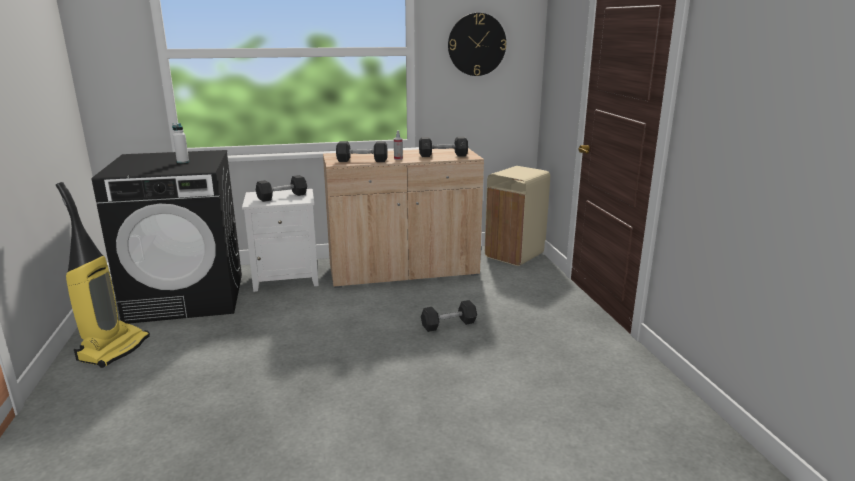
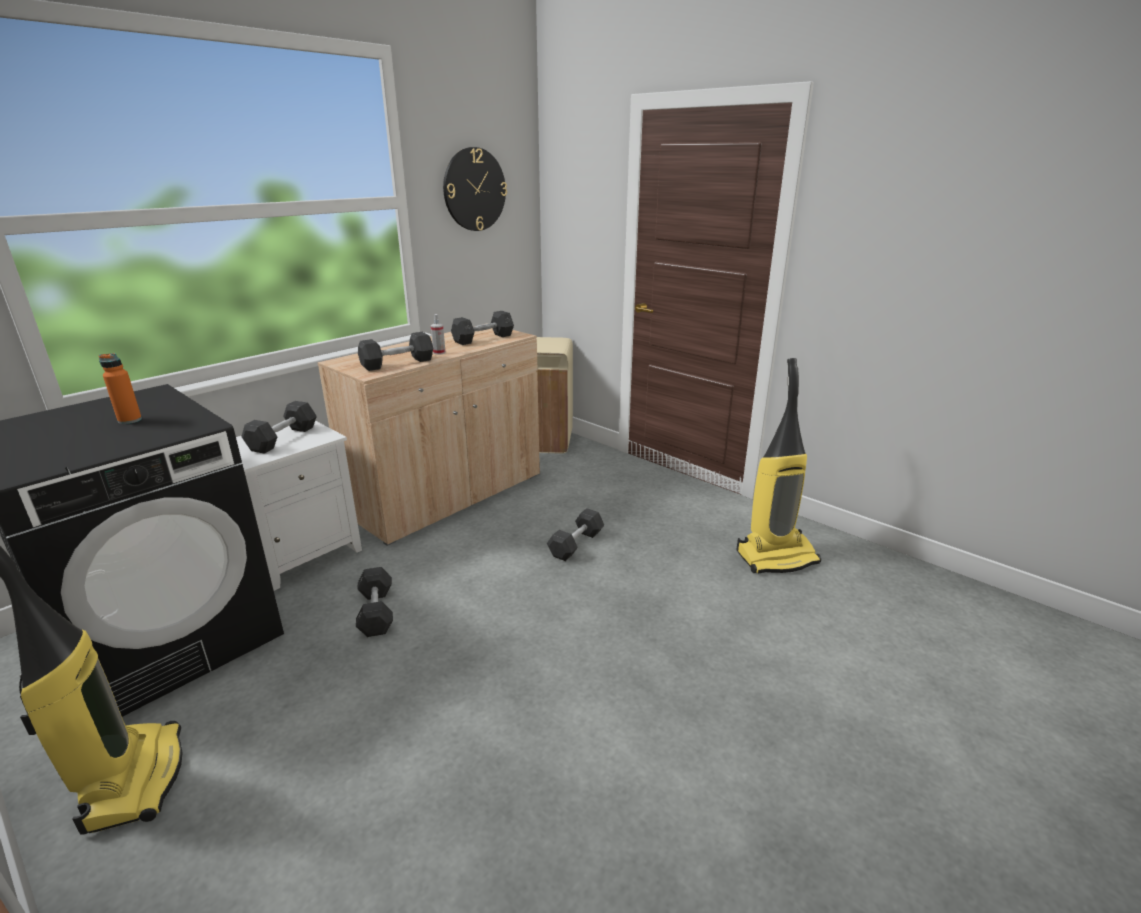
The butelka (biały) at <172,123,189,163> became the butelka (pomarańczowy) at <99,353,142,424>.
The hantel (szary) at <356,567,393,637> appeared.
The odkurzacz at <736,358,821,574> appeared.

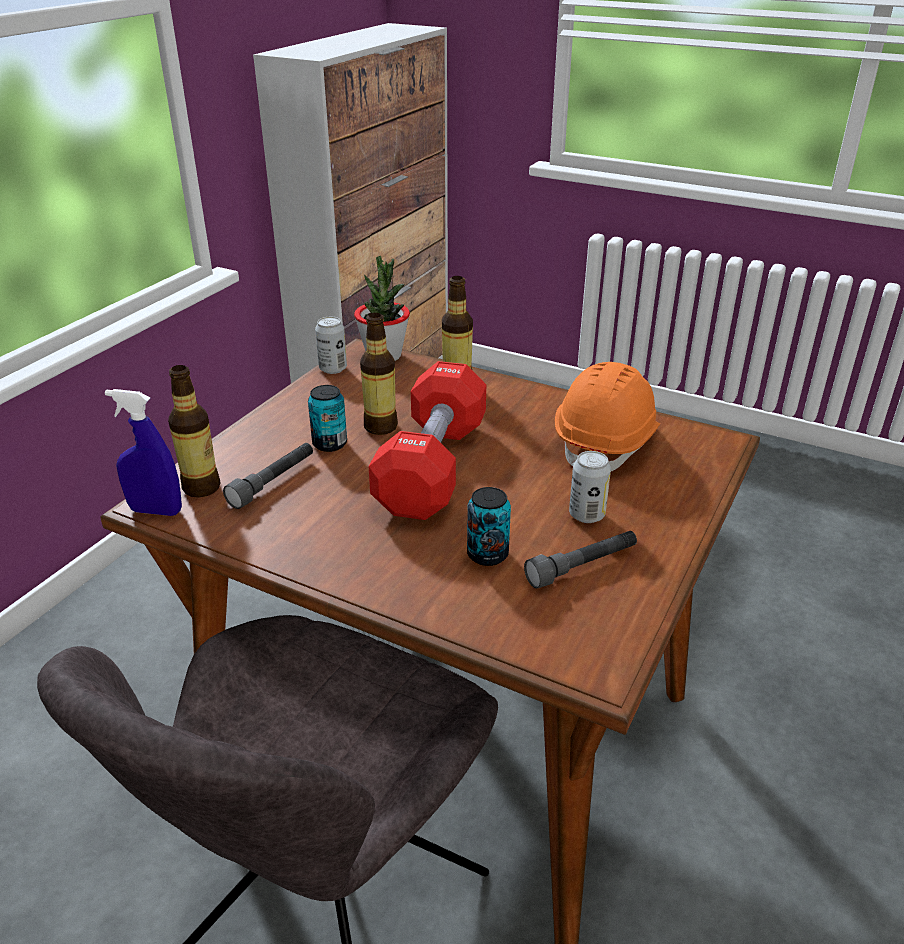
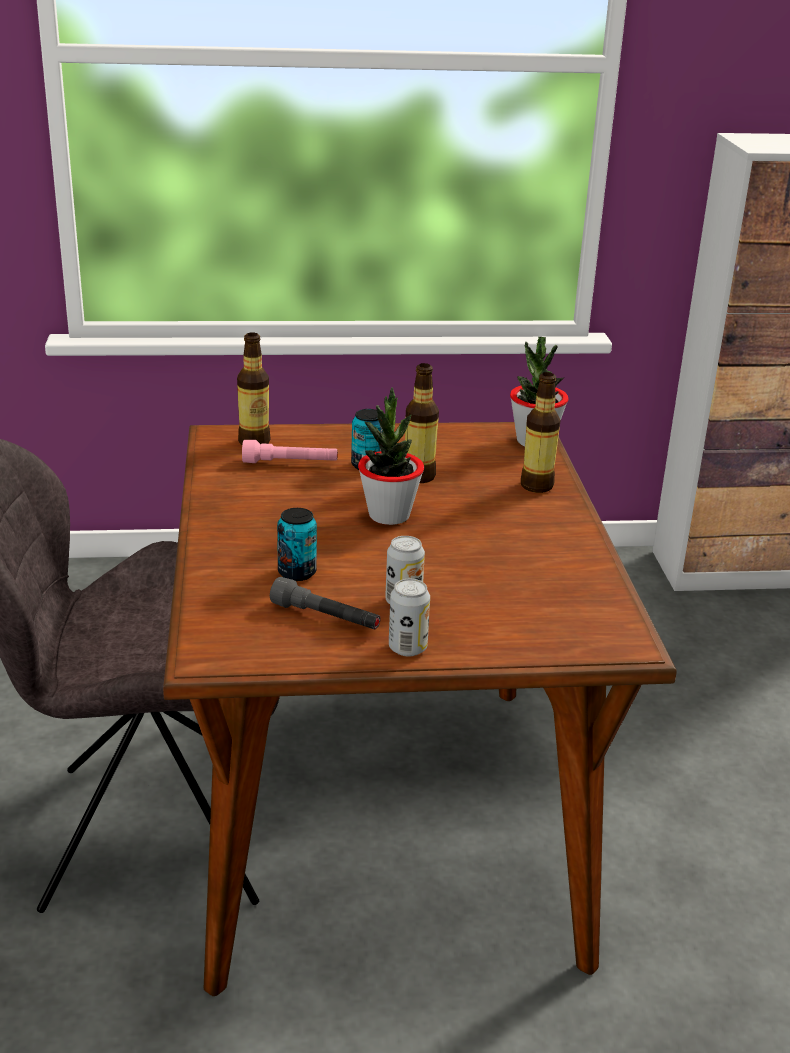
The latarka (szary) at <223,443,313,509> became the latarka (różowy) at <242,440,338,463>.
The hantel (czerwony) at <369,361,486,520> was replaced by the roślina doniczkowa at <358,387,424,525>.
The puszka moved from <315,317,347,374> to <389,578,430,657>.
The spryskiwacz (niebieski) at <105,389,182,516> disappeared.
The kask (pomarańczowy) at <555,362,660,471> disappeared.

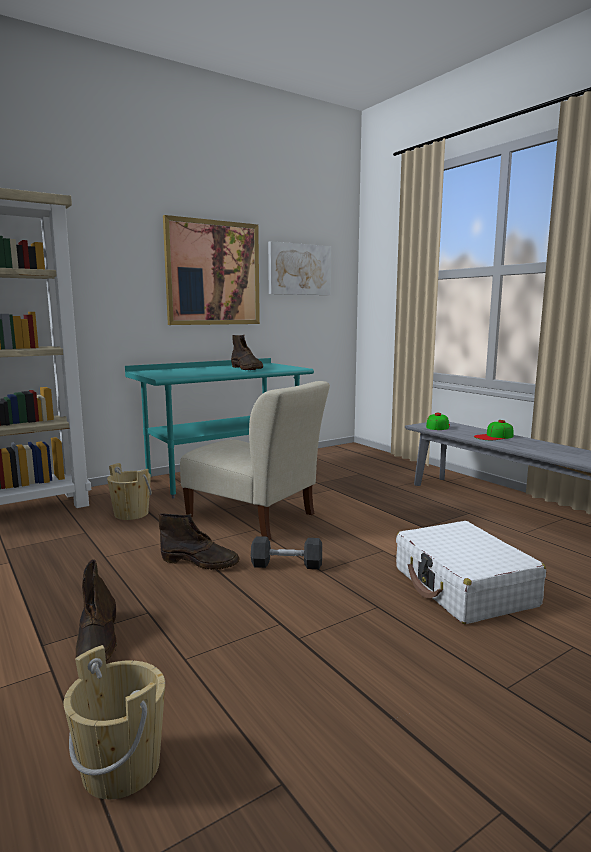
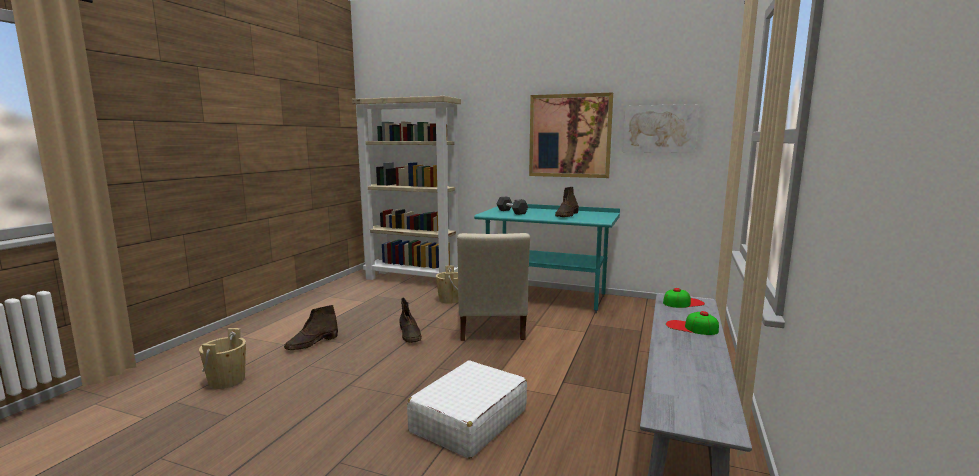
The hantel (czarny) moved from <251,536,322,569> to <497,197,528,215>.

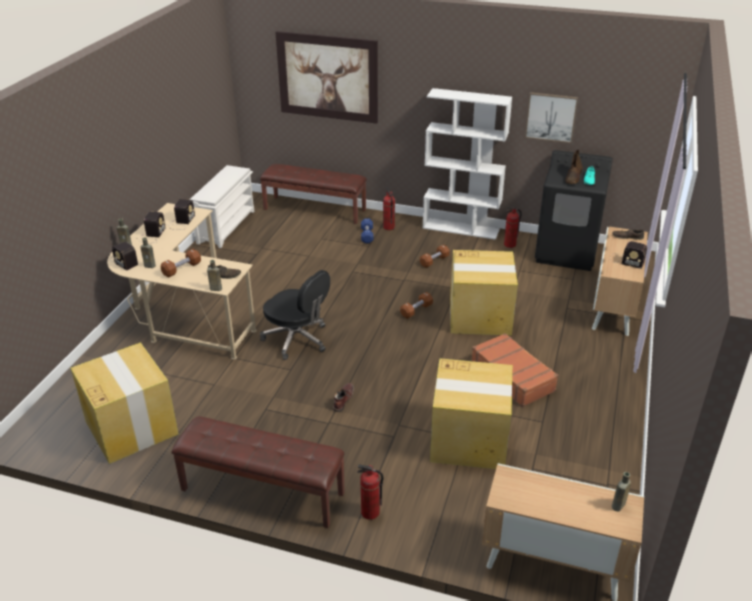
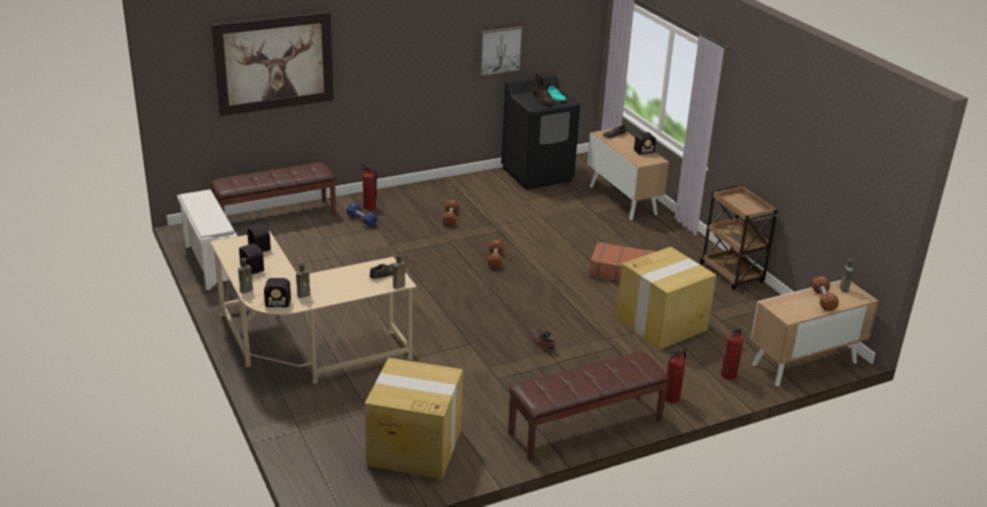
The wózek (brązowy) at <699,185,779,290> appeared.
The gaśnica moved from <504,207,522,248> to <721,328,743,380>.
The hantel (brązowy) moved from <161,249,201,278> to <811,276,839,311>.
The krzesło biurowe (czarny) at <260,270,330,360> disappeared.
The regał (biały) at <423,88,512,240> disappeared.
The karton at <450,250,518,335> disappeared.

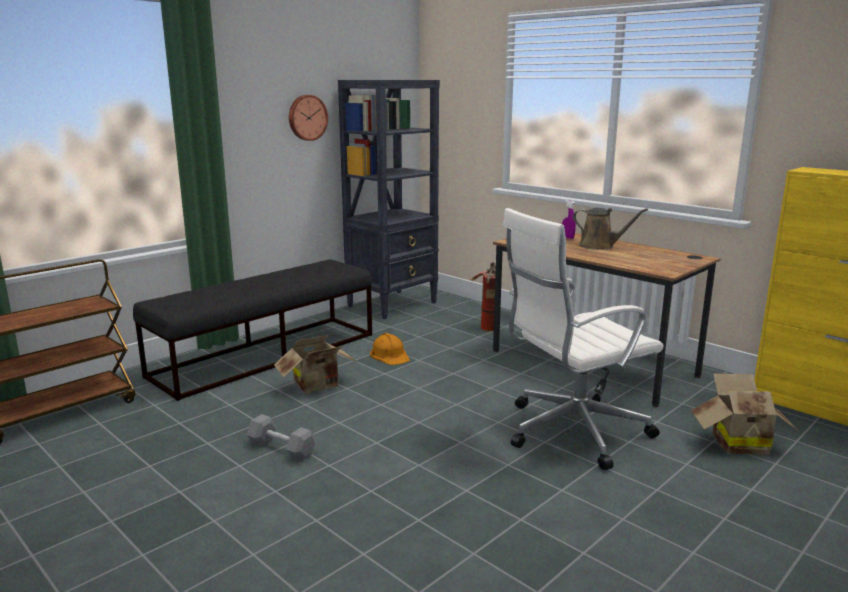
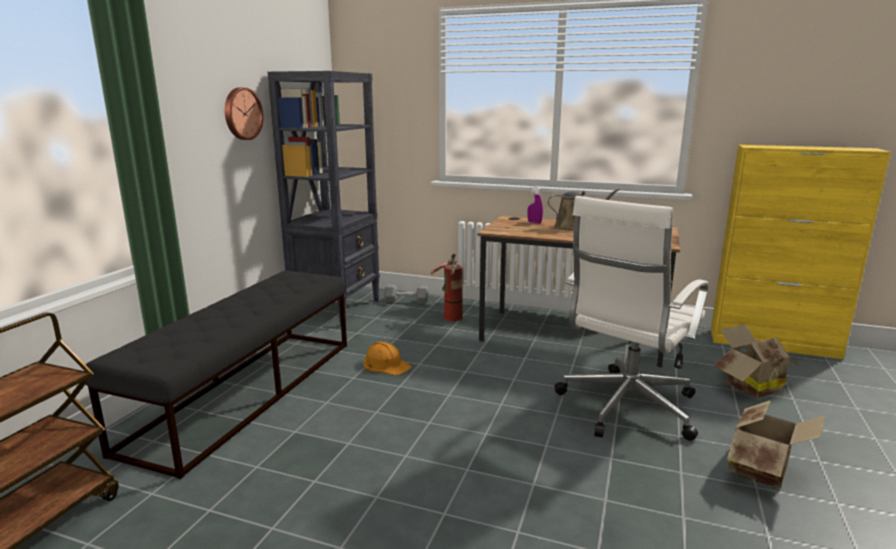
The hantel (szary) moved from <247,414,316,461> to <384,284,429,304>.
The karton moved from <274,335,356,393> to <727,400,825,488>.

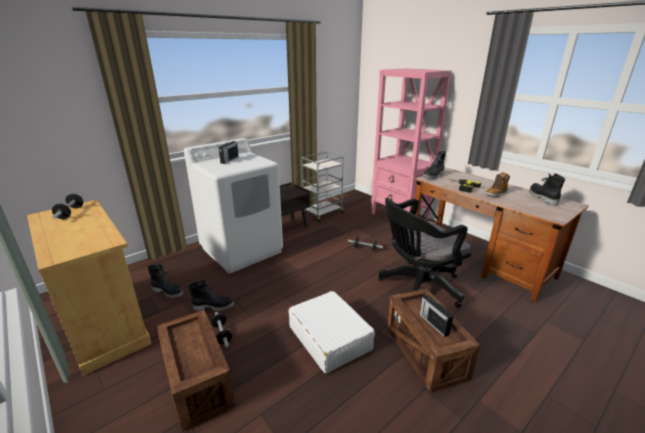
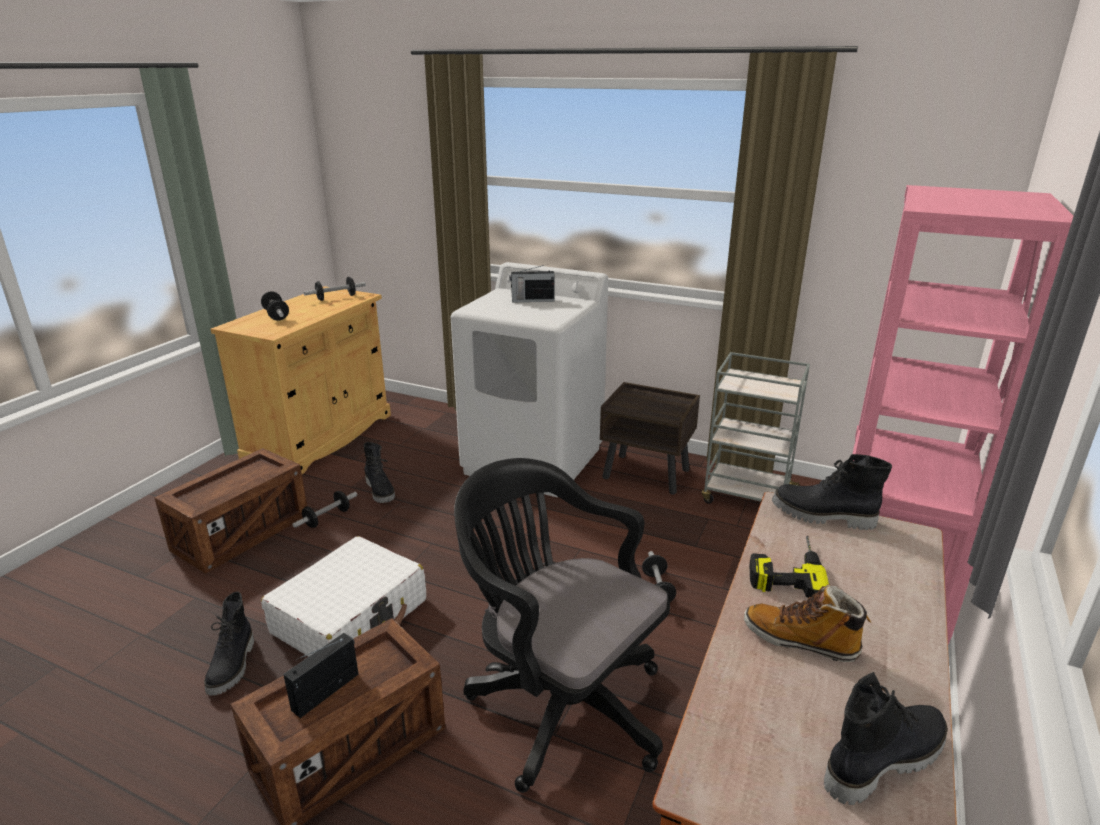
The but z cholewką (czarny) moved from <147,265,184,298> to <204,592,254,696>.
The hantel at <261,291,289,320> appeared.

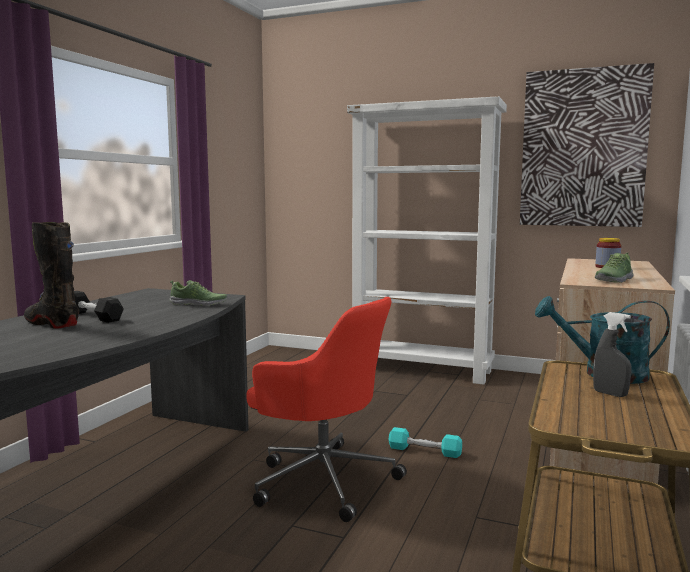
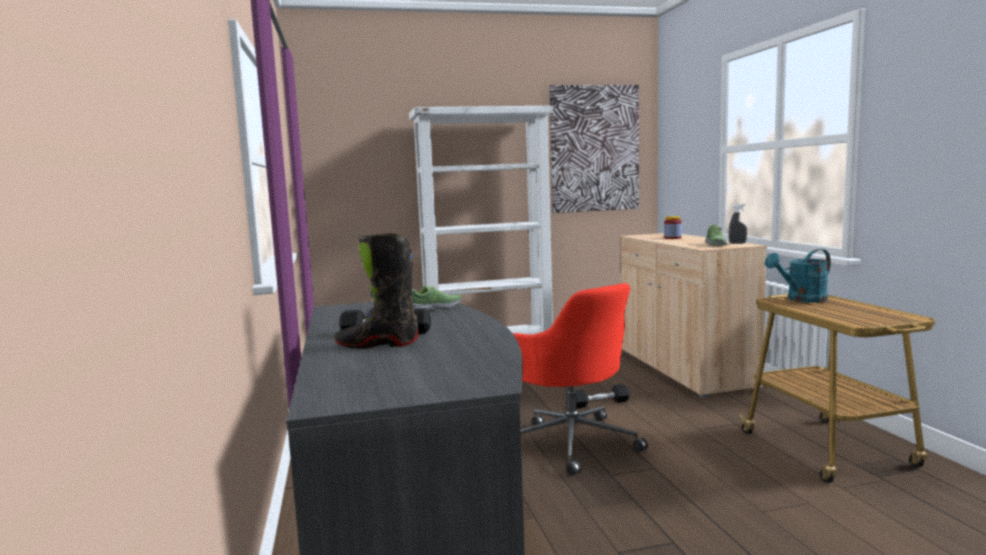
The krzesło biurowe (czerwony) at <246,297,407,522> turned 60 degrees clockwise.
The hantel (turkusowy) at <388,427,462,458> became the hantel (czarny) at <575,384,630,409>.
The spryskiwacz (szary) moved from <593,312,632,397> to <729,204,747,244>.

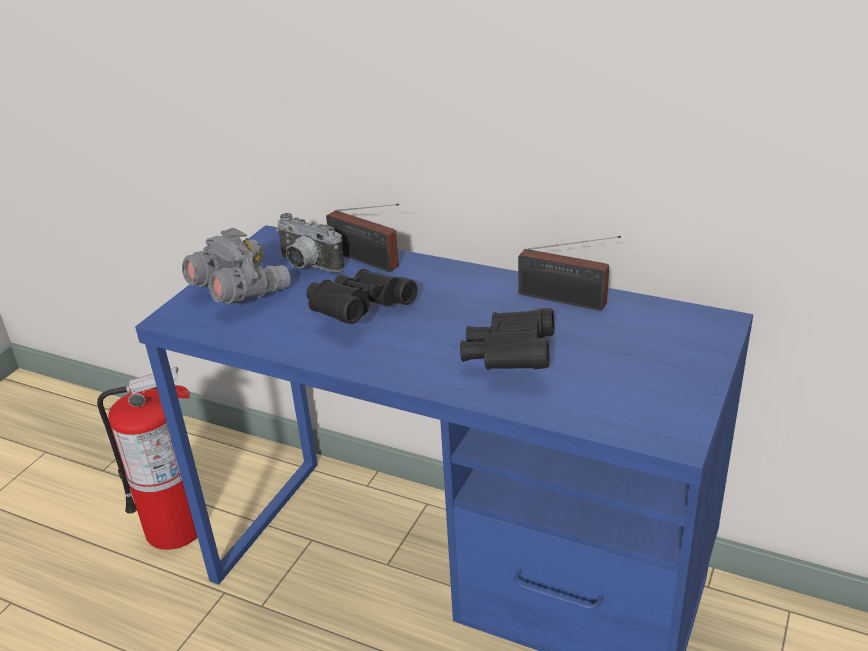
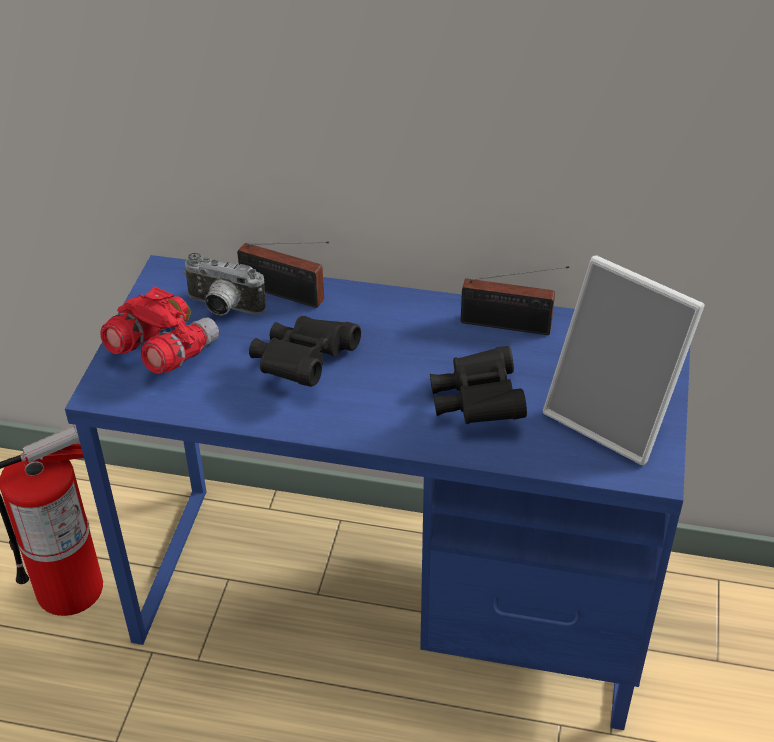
The lornetka (szary) at <182,228,291,304> became the lornetka (czerwony) at <100,286,219,374>.
The ramka na zdjęcie at <543,255,705,465> appeared.

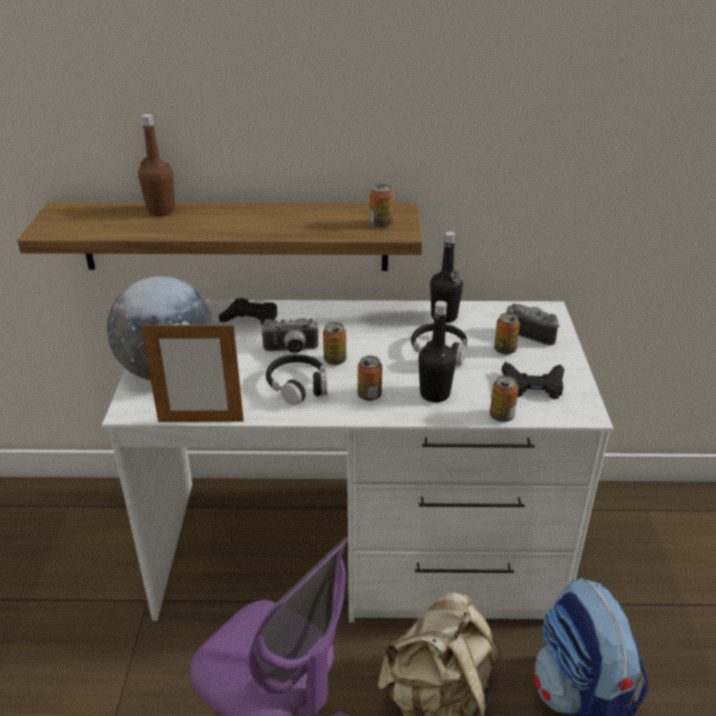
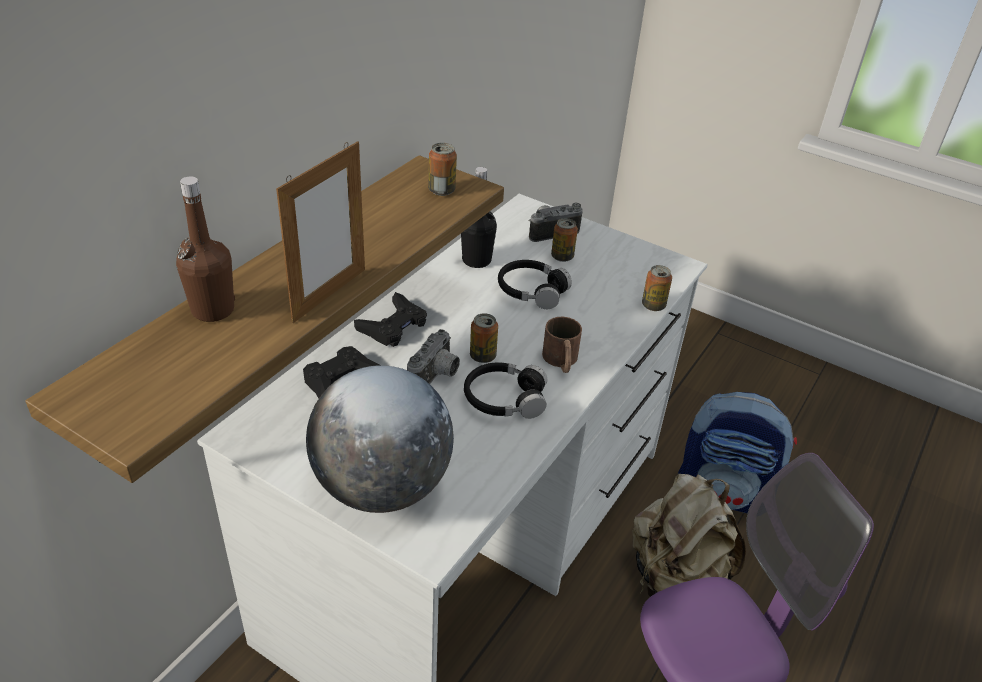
The ramka na zdjęcie moved from <141,321,244,422> to <276,141,365,323>.
The pad do gier (czarny) moved from <502,362,564,399> to <354,292,427,347>.
The puszka at <358,356,382,401> was replaced by the kubek (brązowy) at <542,317,582,373>.
The butelka (czarny) at <418,301,456,403> disappeared.

